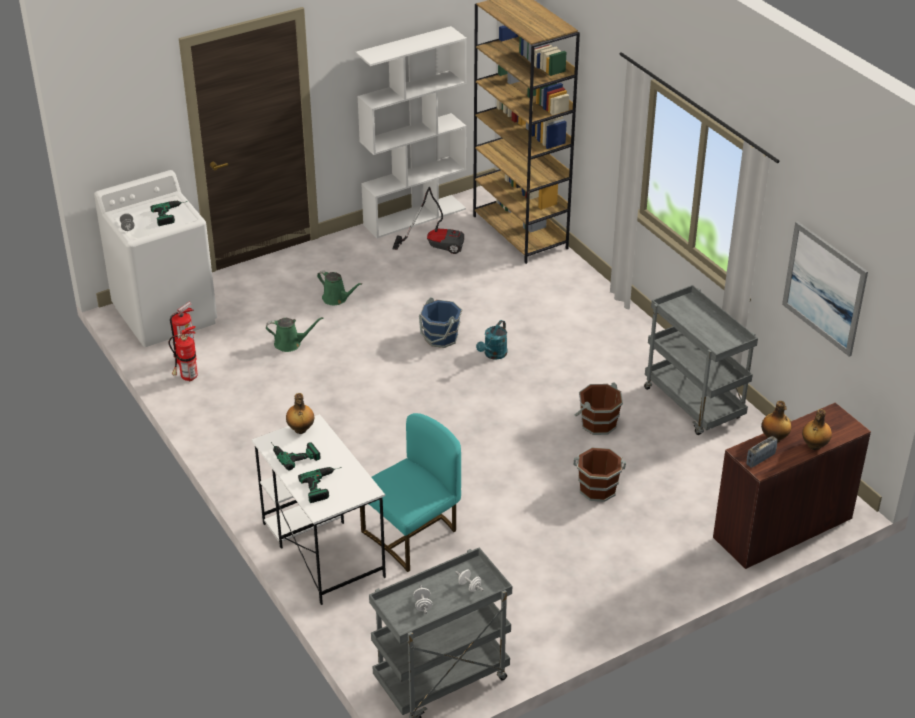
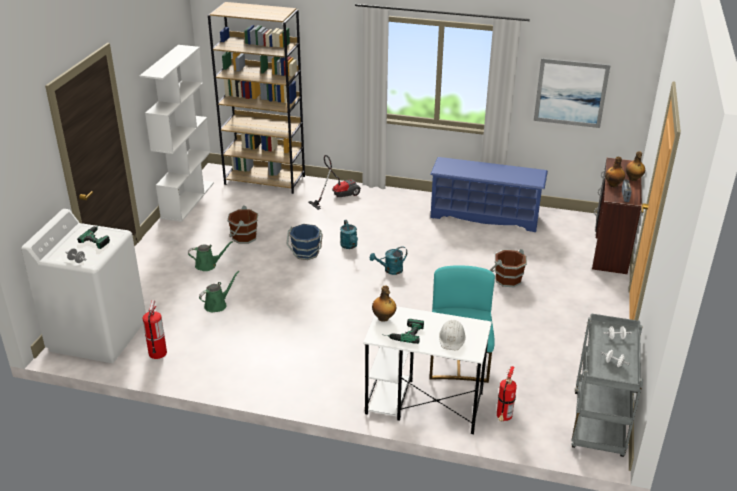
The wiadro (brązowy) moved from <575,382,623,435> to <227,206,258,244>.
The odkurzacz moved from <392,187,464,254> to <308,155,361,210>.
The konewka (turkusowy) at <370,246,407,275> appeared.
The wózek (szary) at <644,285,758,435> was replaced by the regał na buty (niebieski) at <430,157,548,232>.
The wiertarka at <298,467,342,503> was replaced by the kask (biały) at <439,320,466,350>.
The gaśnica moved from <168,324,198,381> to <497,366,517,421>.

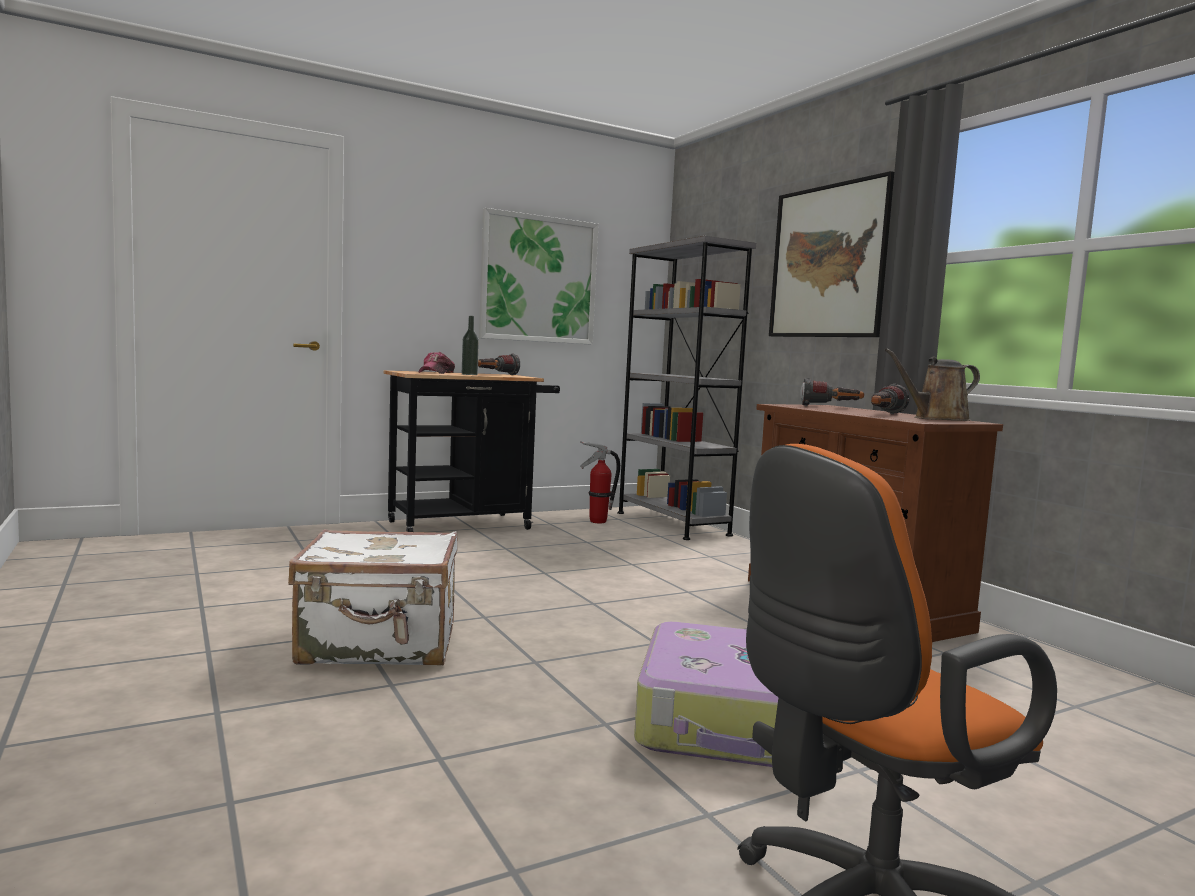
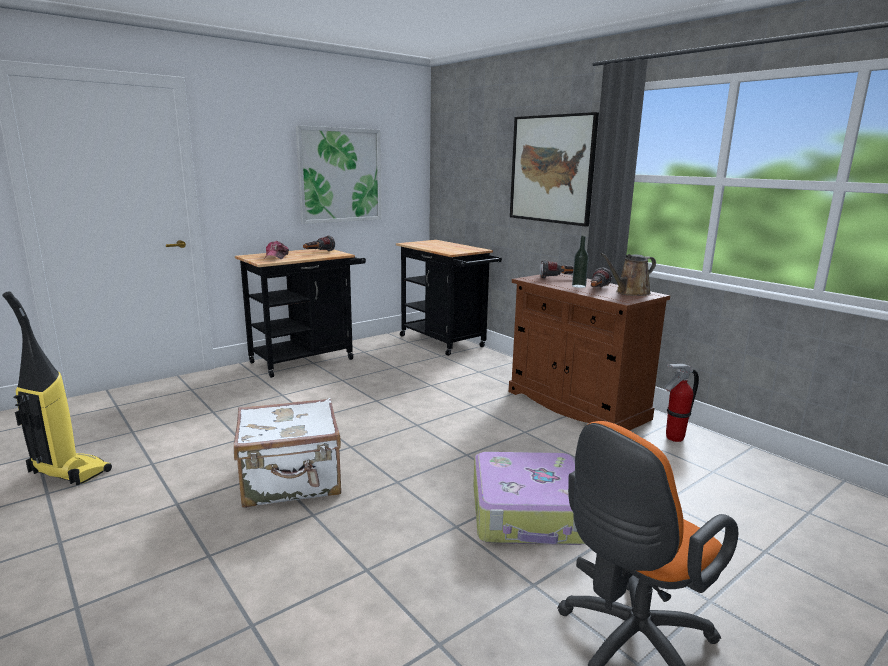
The odkurzacz at <2,291,112,486> appeared.
The regał (szary) at <617,236,756,540> was replaced by the wózek (czarny) at <396,240,502,356>.
The butelka moved from <462,316,479,375> to <572,236,589,288>.
The gaśnica moved from <580,441,620,523> to <664,364,699,442>.

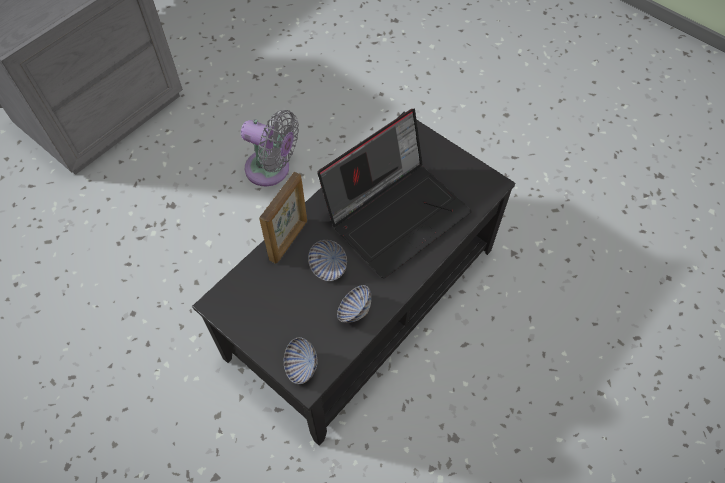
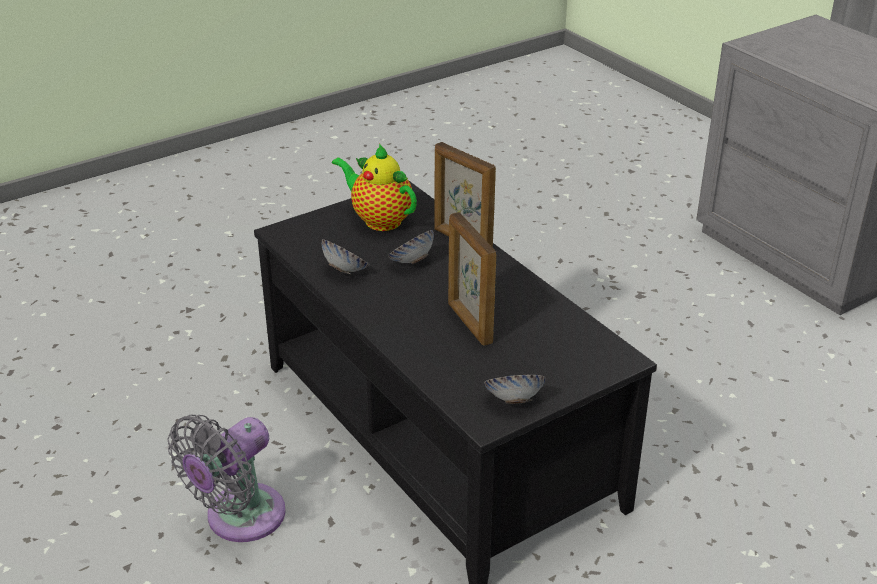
The wentylator (szary) moved from <241,110,299,186> to <168,415,286,542>.
The imbryk at <332,144,417,231> appeared.
The laptop at <317,109,472,278> was replaced by the ramka na zdjęcie at <448,212,496,346>.
The miska moved from <284,337,317,384> to <484,374,546,404>.

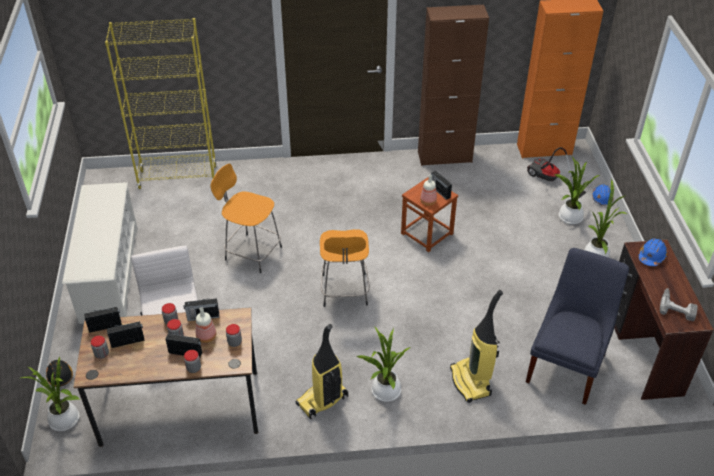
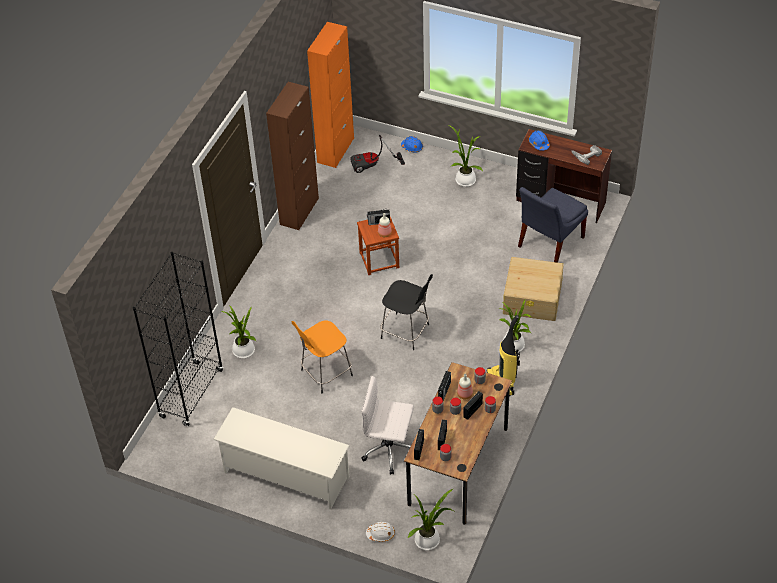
The regał (żółty) at <105,18,216,189> became the regał (czarny) at <133,252,223,426>.
The roślina doniczkowa moved from <554,157,600,224> to <221,305,256,358>.
The kask (czarny) at <46,360,73,387> became the kask (biały) at <366,522,395,542>.
The stołek (pomarańczowy) at <320,229,370,307> became the stołek (czarny) at <380,274,433,350>.
The odkurzacz at <450,290,503,403> was replaced by the pojemnik do przechowywania (beżowy) at <503,257,564,321>.
The krzesło (niebieski) at <526,248,629,405> turned 105 degrees counterclockwise.

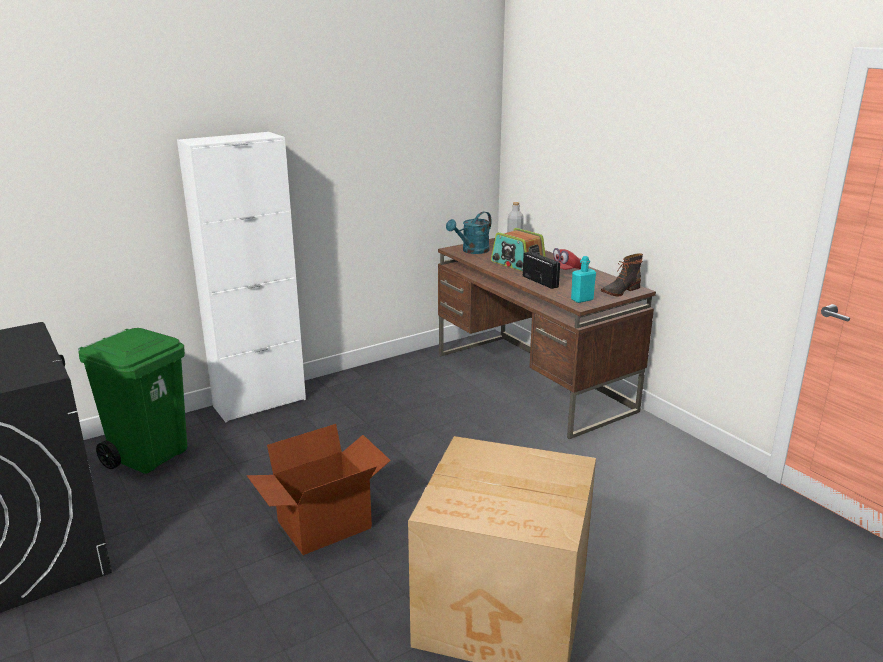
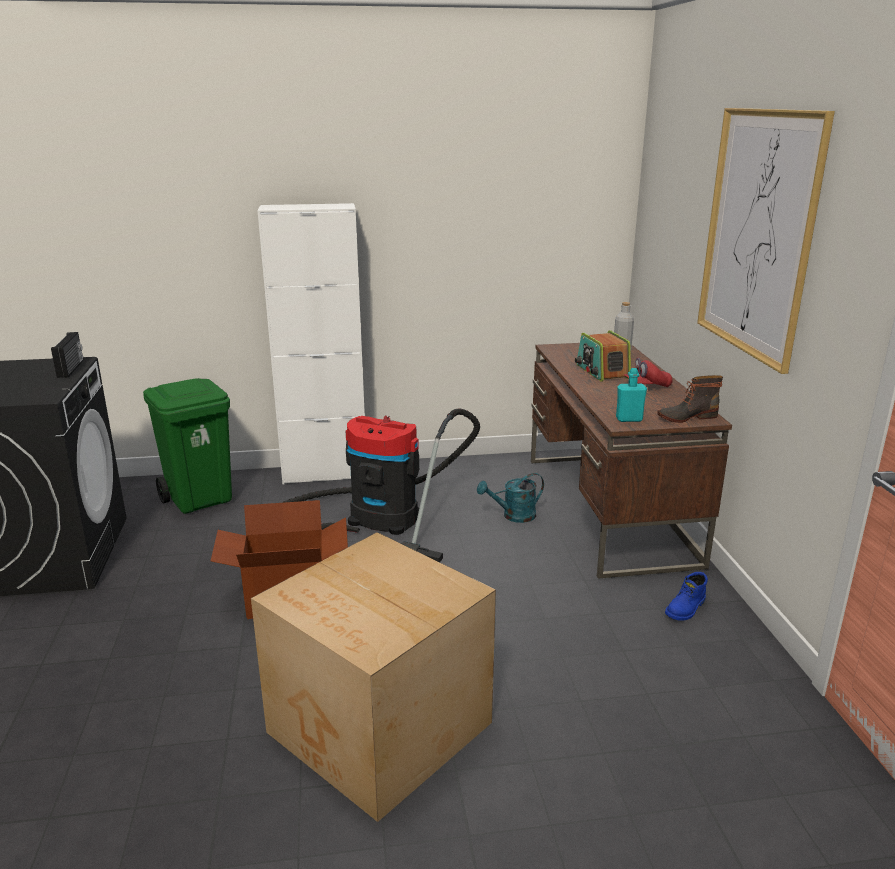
The radio moved from <523,251,560,289> to <51,332,83,378>.
The odkurzacz at <282,408,480,562> appeared.
The konewka (turkusowy) moved from <446,211,491,254> to <477,473,544,523>.
The but z cholewką (niebieski) at <665,572,708,621> appeared.
The obraz at <697,108,835,374> appeared.

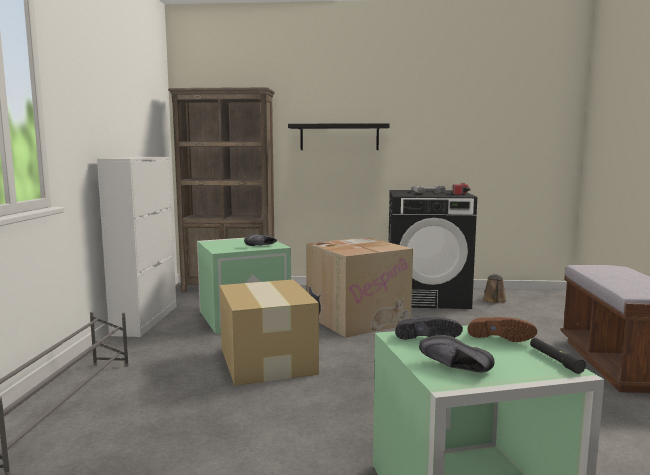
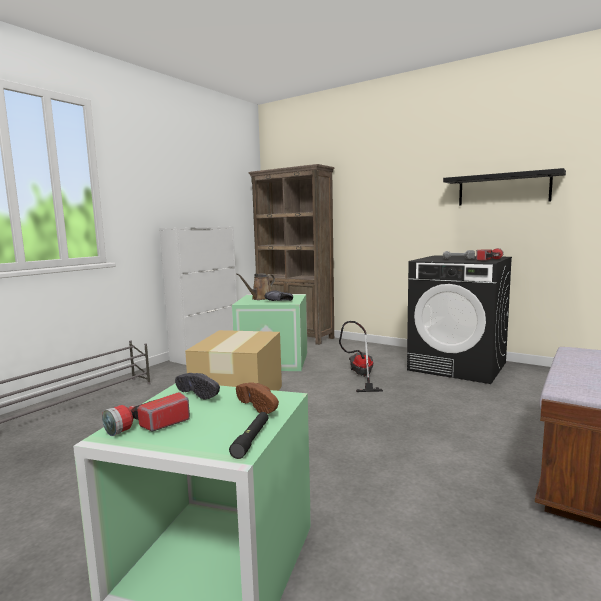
The but (czarny) at <419,335,495,372> was replaced by the latarka at <102,392,190,436>.
The konewka (brązowy) moved from <483,274,507,304> to <236,273,275,300>.
The karton at <306,237,413,338> was replaced by the odkurzacz at <339,321,384,392>.
The półka (czarny) moved from <288,123,390,150> to <443,168,566,206>.

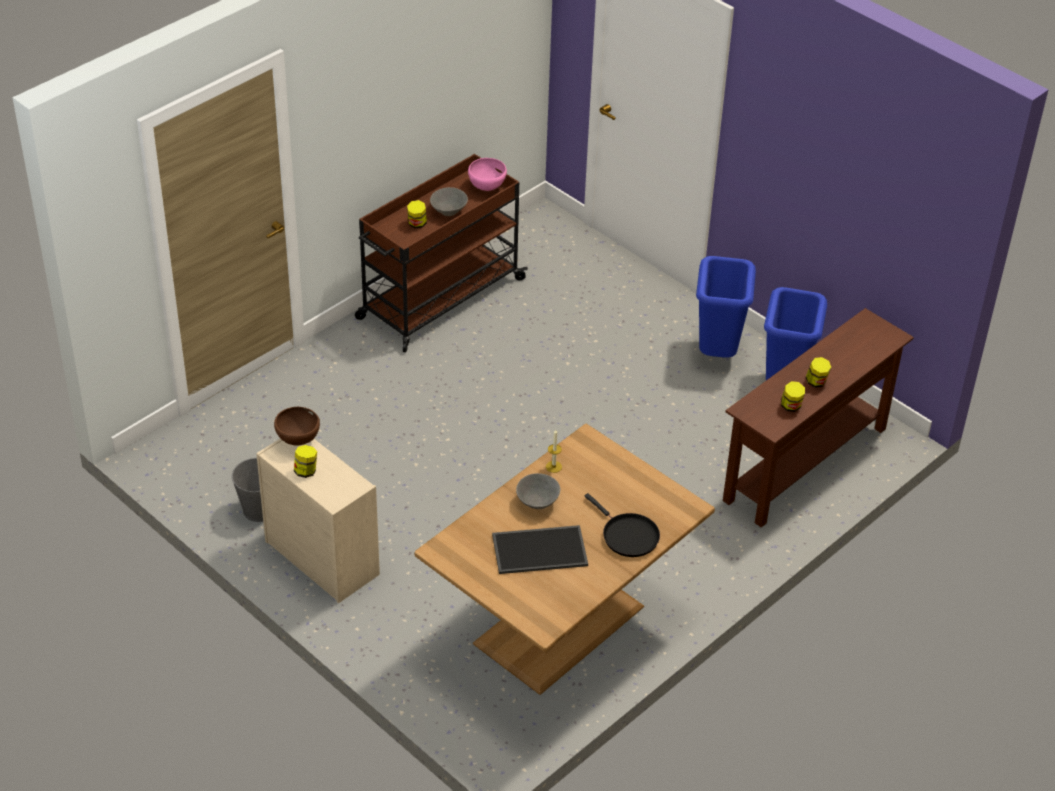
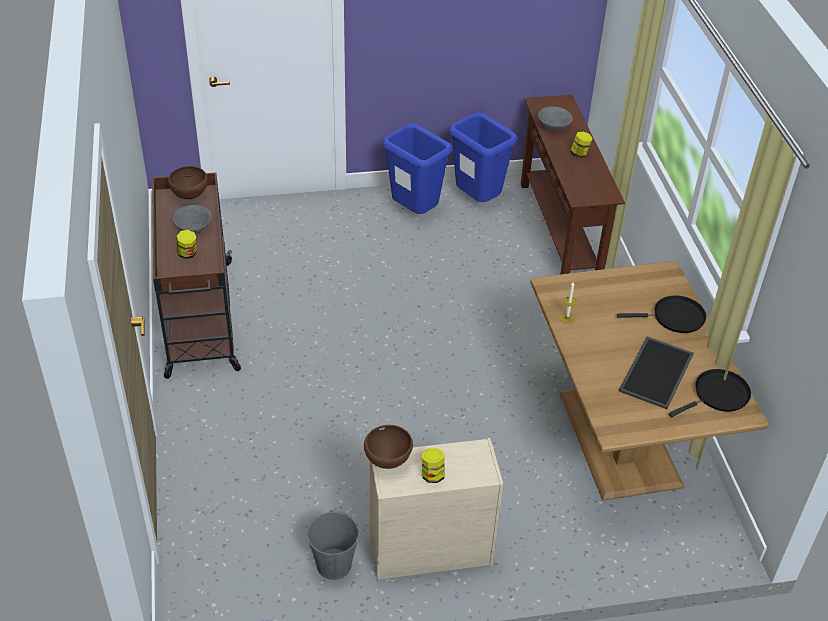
The miska (różowy) at <468,158,507,191> became the miska (brązowy) at <168,166,208,199>.
The miska (szary) moved from <516,473,560,509> to <538,107,573,131>.
The patelnia (czarny) at <669,369,751,417> appeared.
The słoik at <781,381,805,412> disappeared.

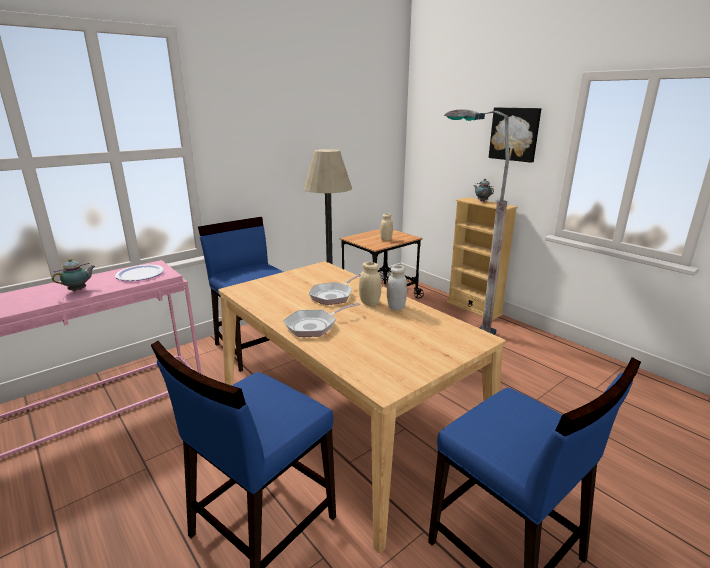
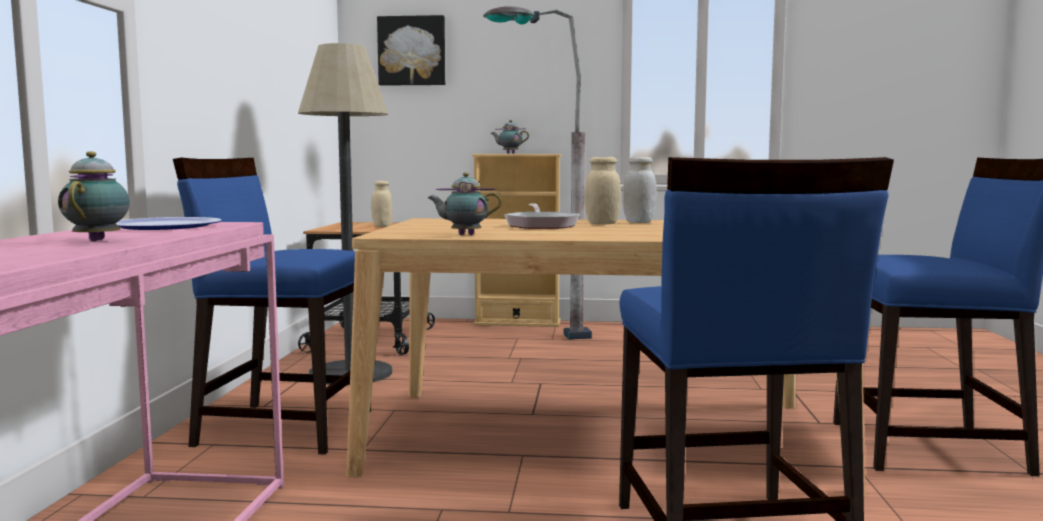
The obraz moved from <489,107,541,163> to <377,15,445,86>.
The imbryk at <428,172,502,235> appeared.
The patelnia at <283,302,360,337> disappeared.

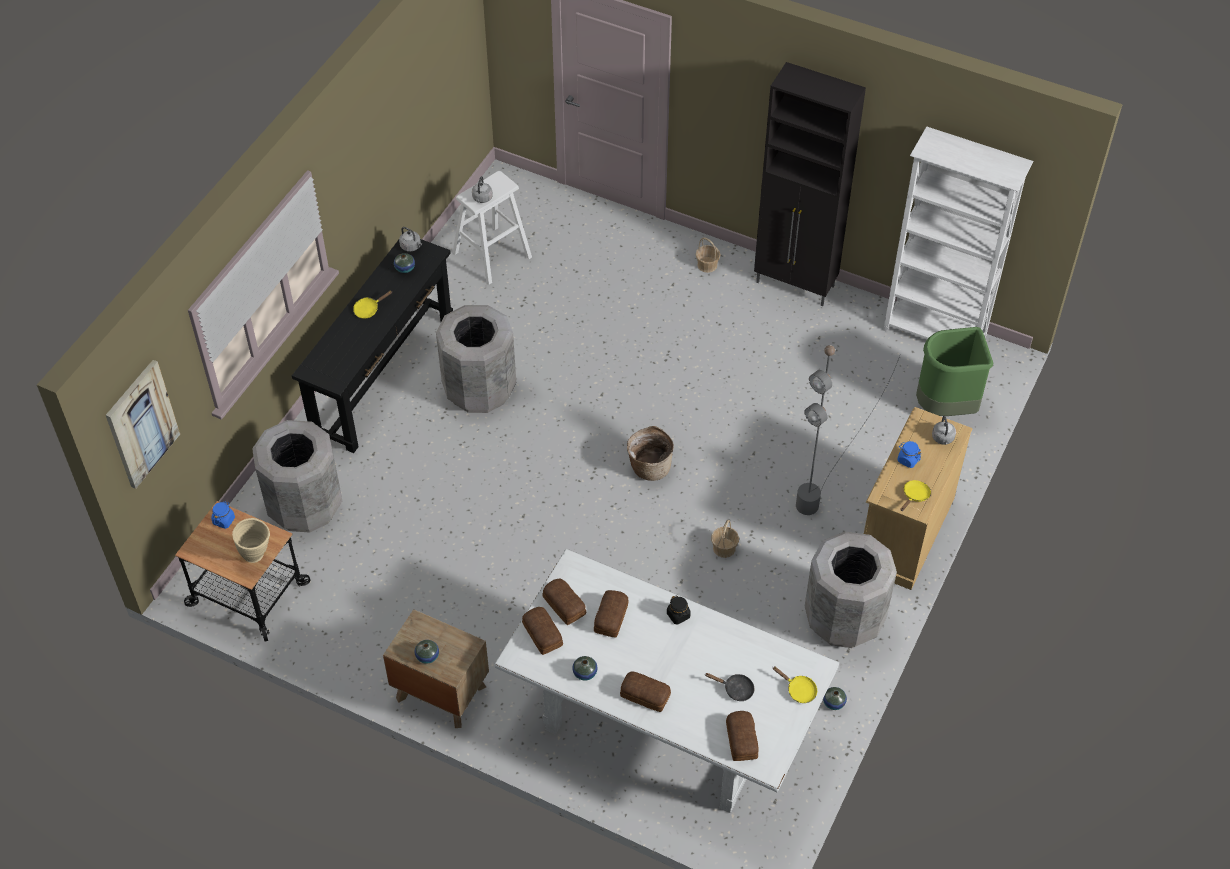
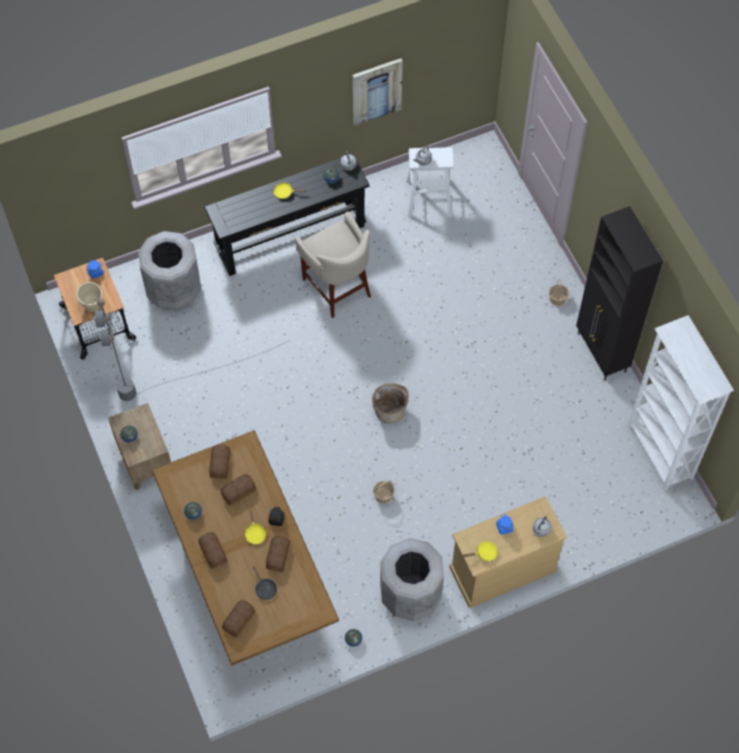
The lampa stojąca (szary) moved from <796,345,901,515> to <94,299,290,401>.
The stół jadalny (biały) at <495,549,839,813> became the stół jadalny (brązowy) at <152,430,339,666>.
The patelnia (żółty) moved from <772,666,817,703> to <245,508,266,544>.
The chleb moved from <522,607,563,655> to <266,536,290,572>.
The kosz na śmieci (szary) at <436,305,516,413> was replaced by the stołek (beżowy) at <295,212,371,318>.
The obraz moved from <106,360,180,489> to <353,58,403,126>.
The kosz na śmieci (zielony) at <916,327,994,416> disappeared.

